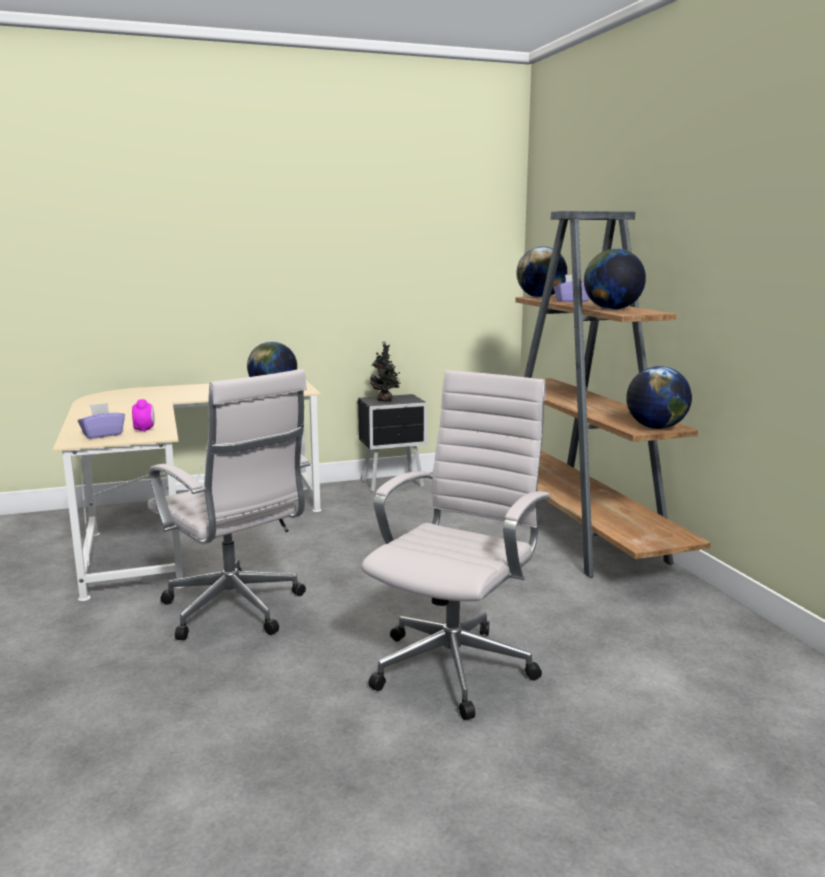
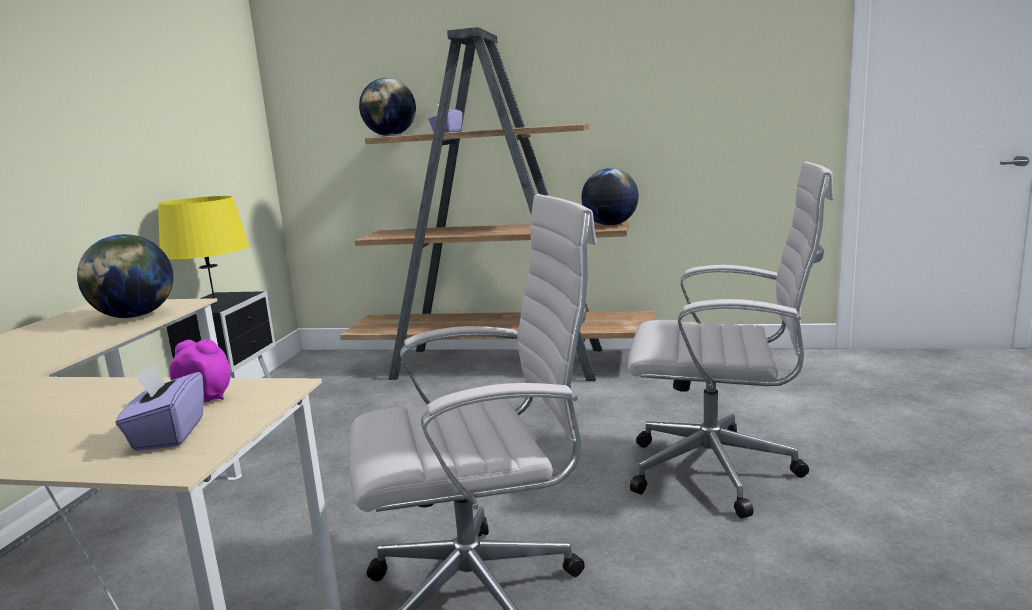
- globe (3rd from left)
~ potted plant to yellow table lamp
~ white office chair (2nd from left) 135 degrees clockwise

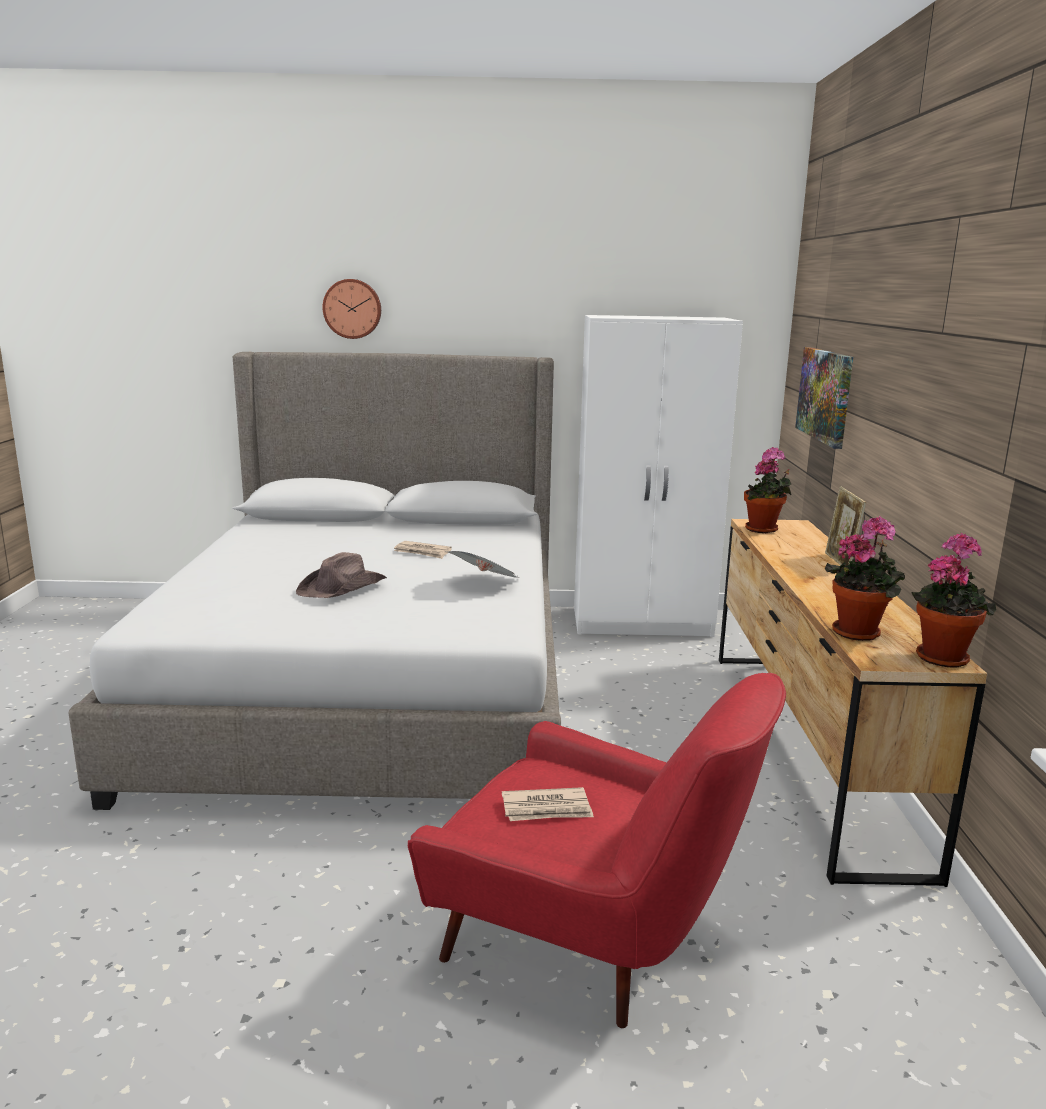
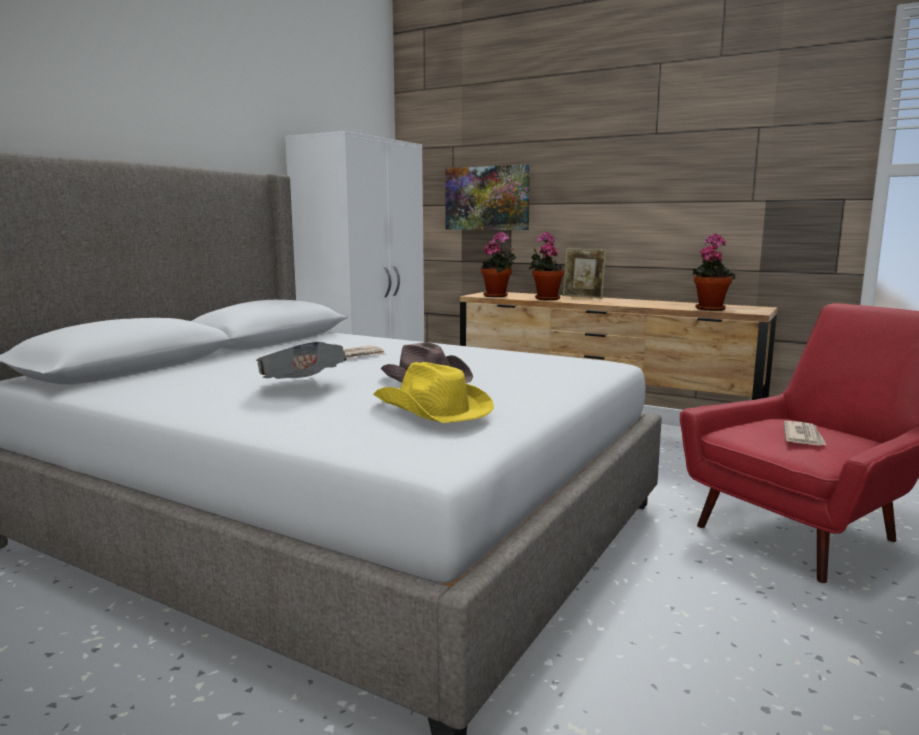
- wall clock
+ yellow hat
~ newspaper (2nd from left in the first image) to newspaper (1st from left)
~ potted plant (3rd from left in the first image) to potted plant (2nd from left)

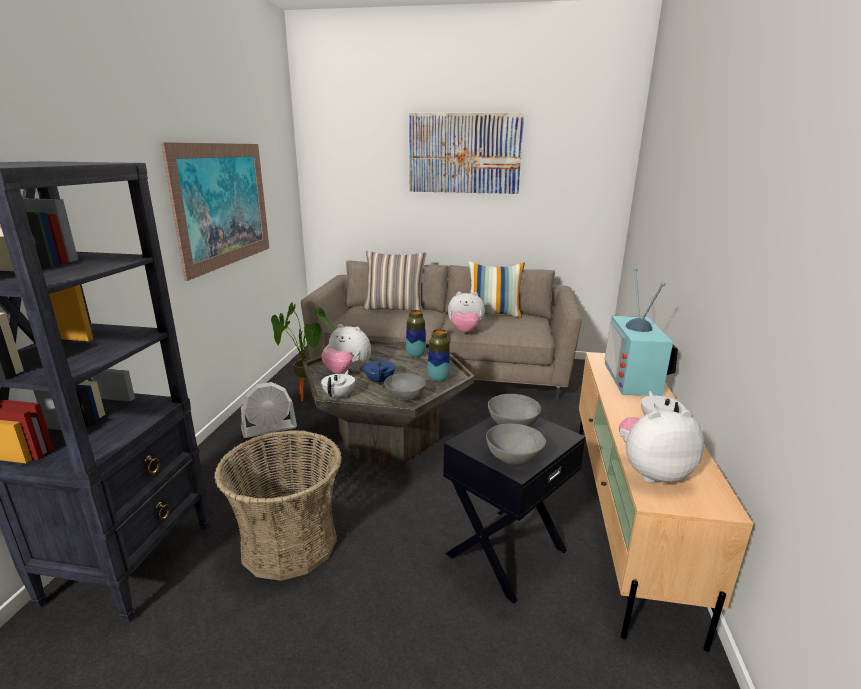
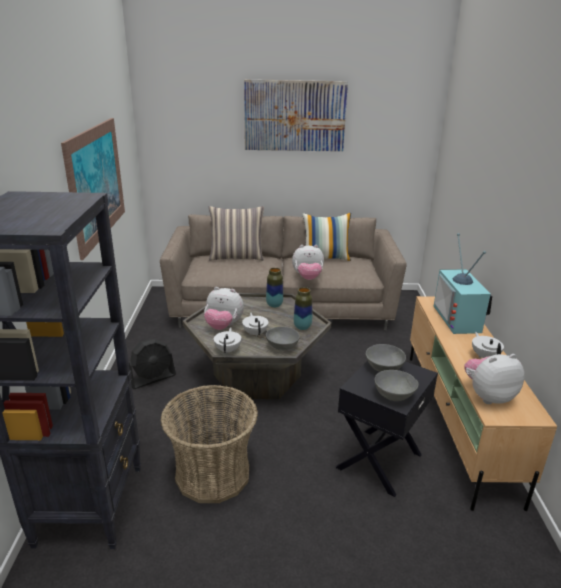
- potted plant
~ white fan to black fan
~ blue teapot to white teapot (2nd from left)

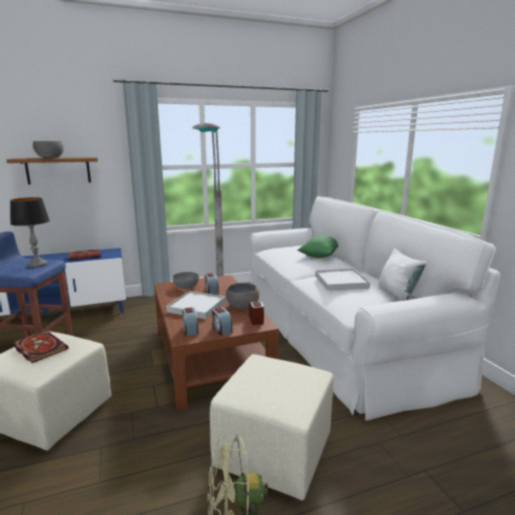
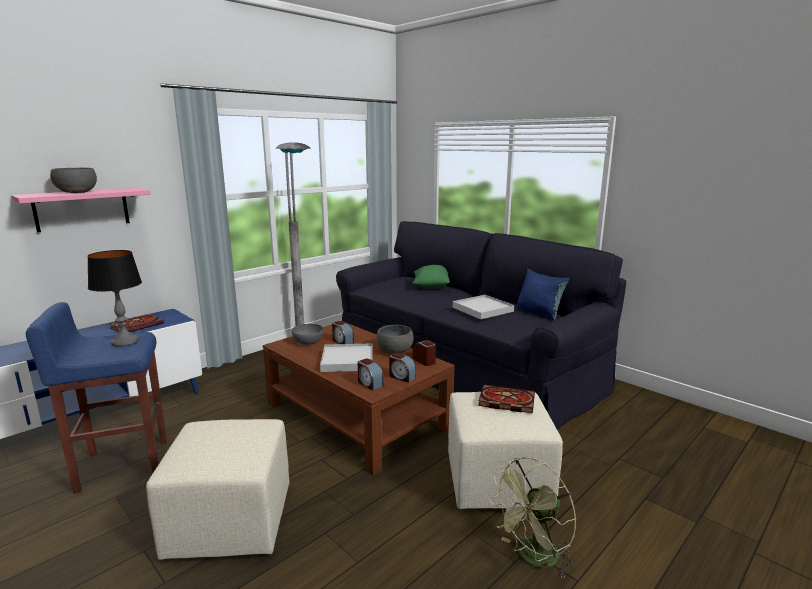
~ book (1st from left in the first image) to book (2nd from left)
~ brown shelf to pink shelf
~ white sofa to black sofa
~ white pillow to blue pillow

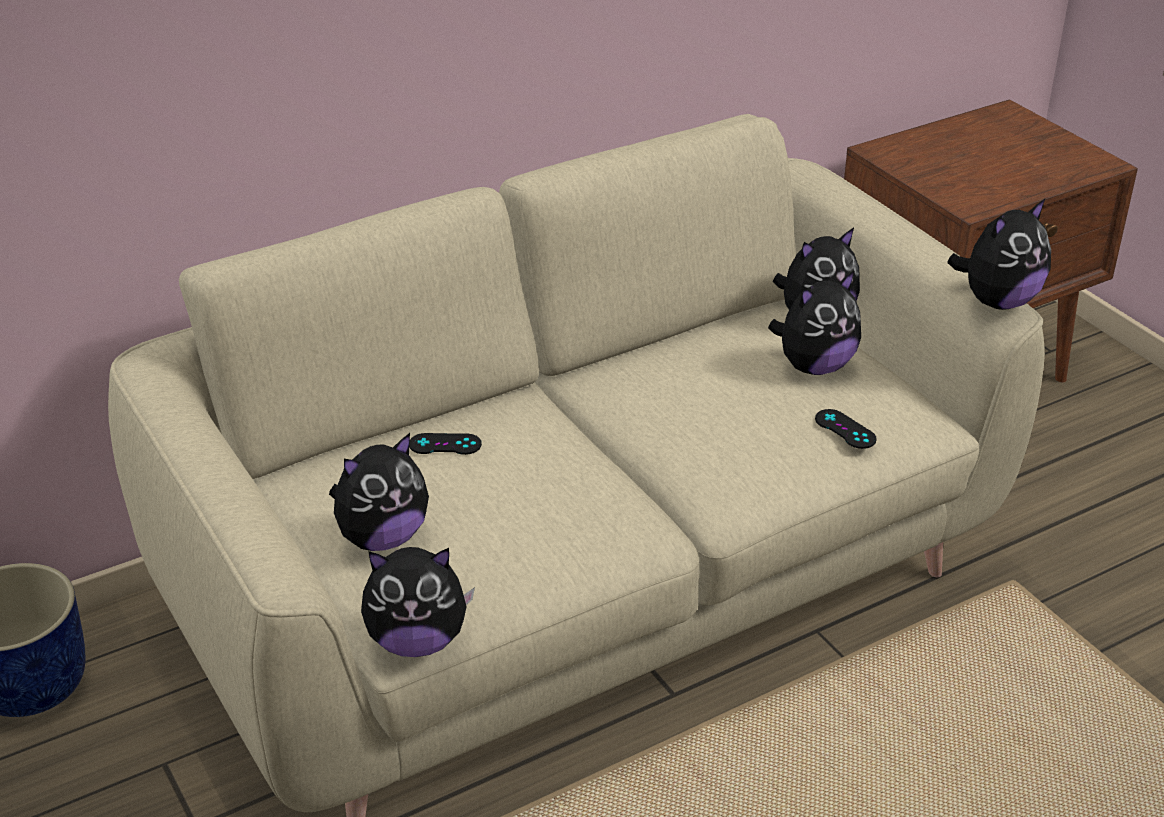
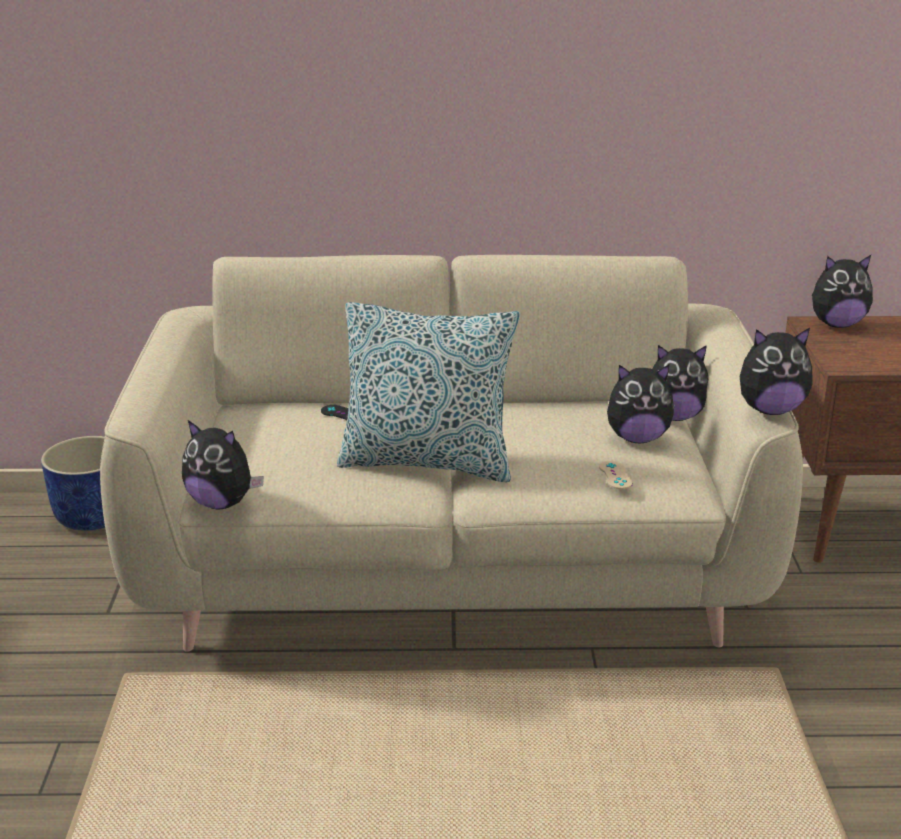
+ pillow
~ plush toy (1st from left in the first image) to plush toy (5th from left)
~ black game controller (2nd from left) to beige game controller

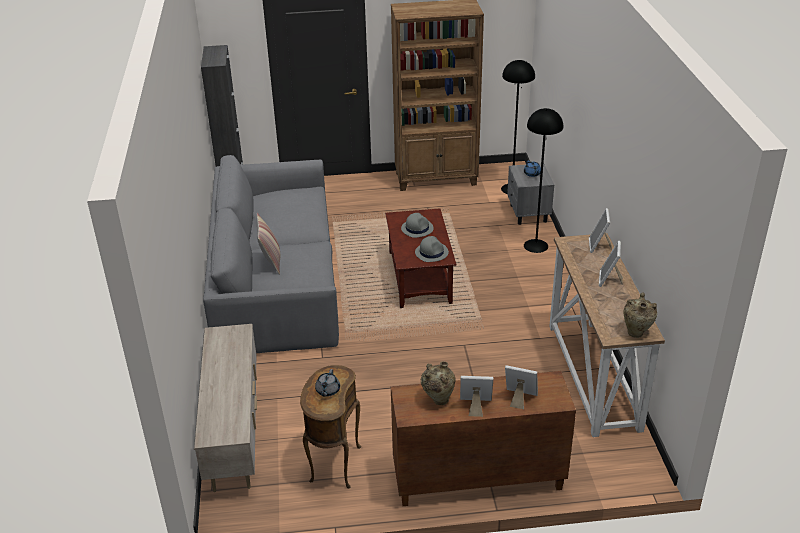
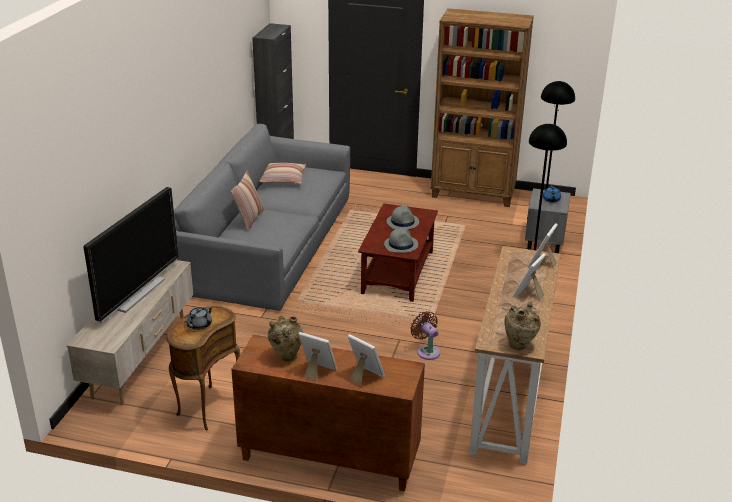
+ television
+ pillow (2nd from left)
+ brown fan

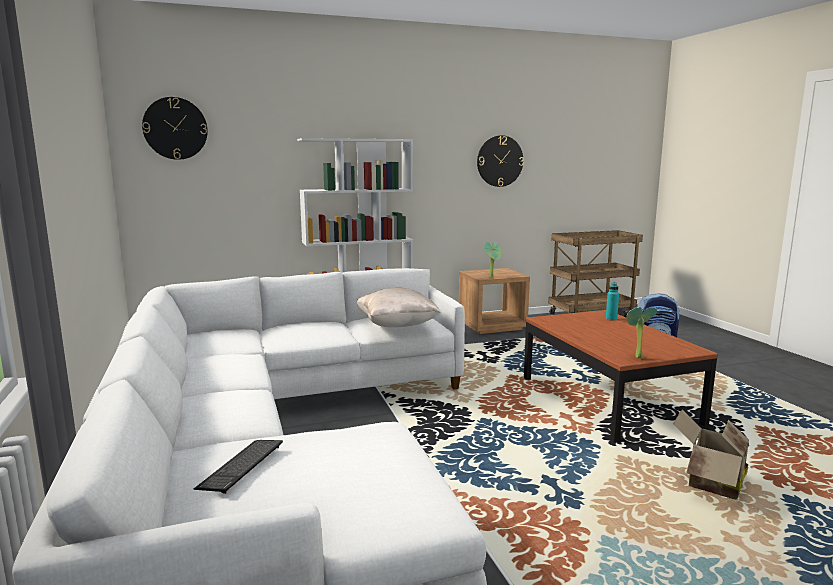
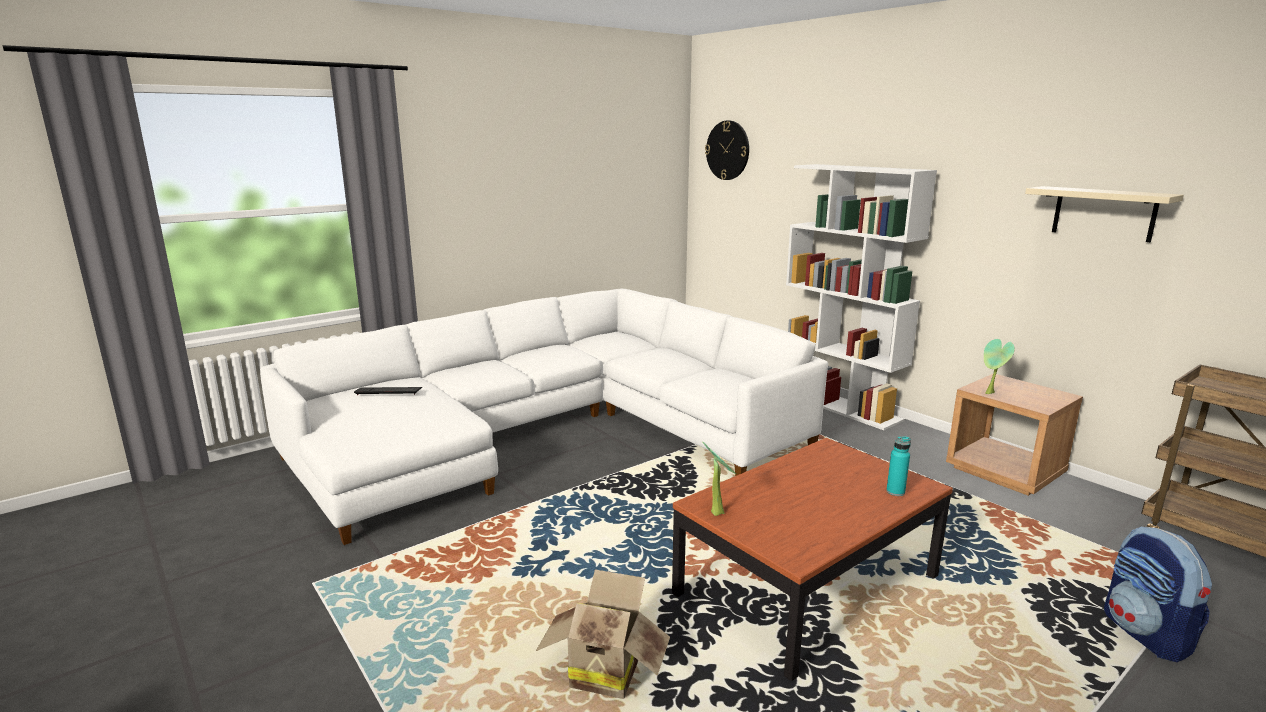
- beige pillow
~ wall clock (2nd from left) to beige shelf

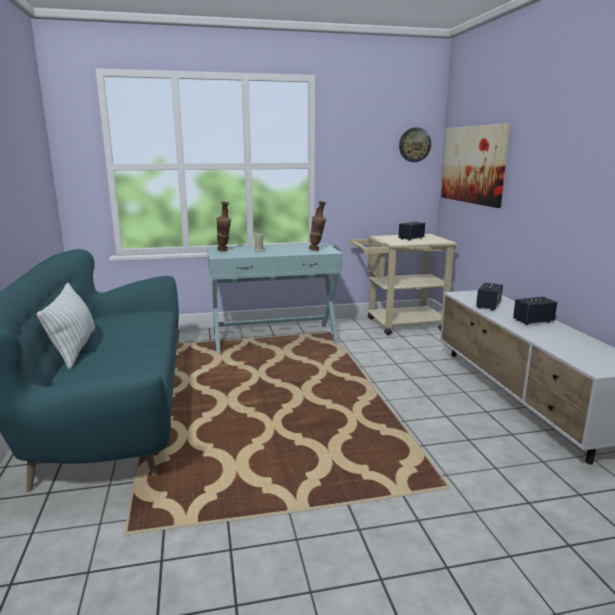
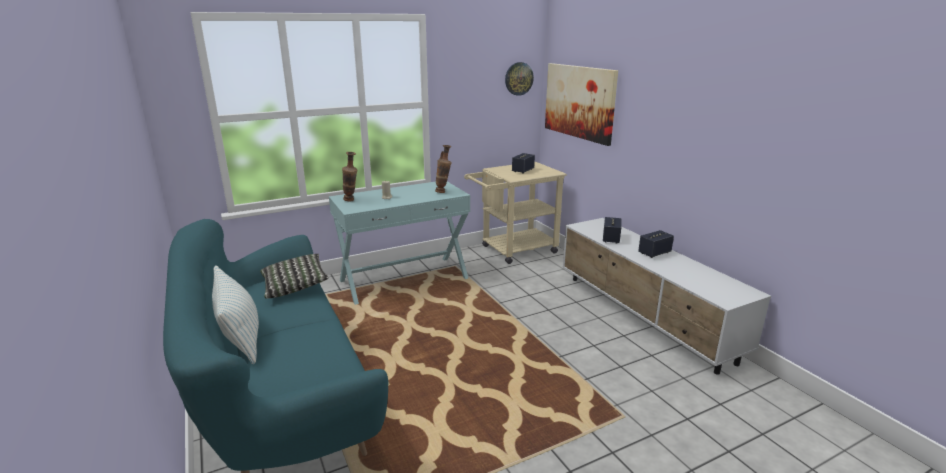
+ pillow (2nd from left)

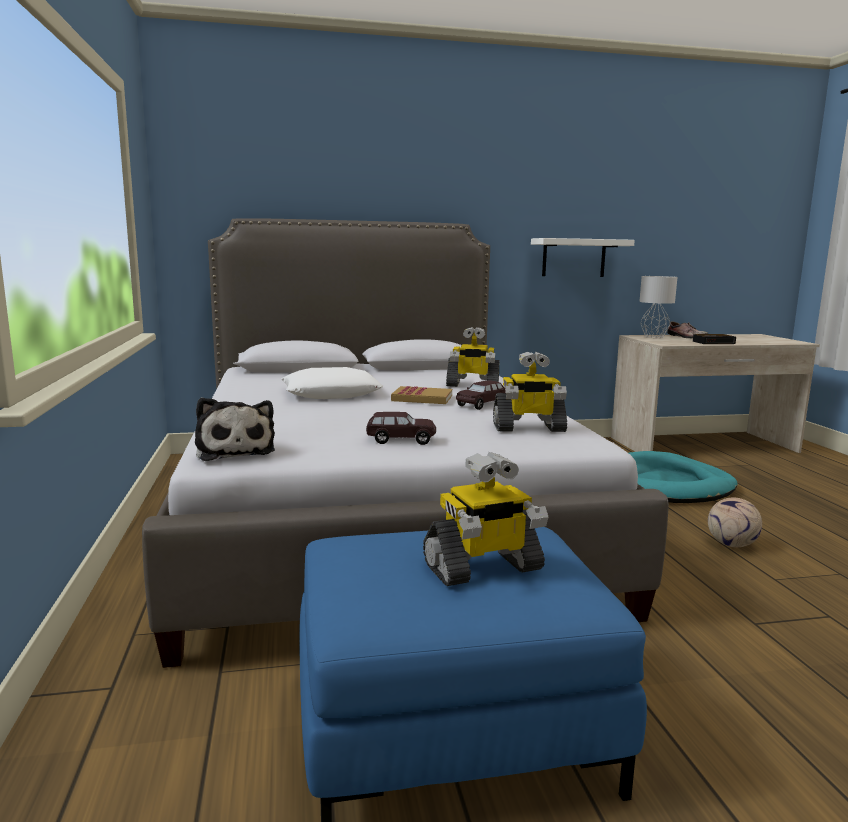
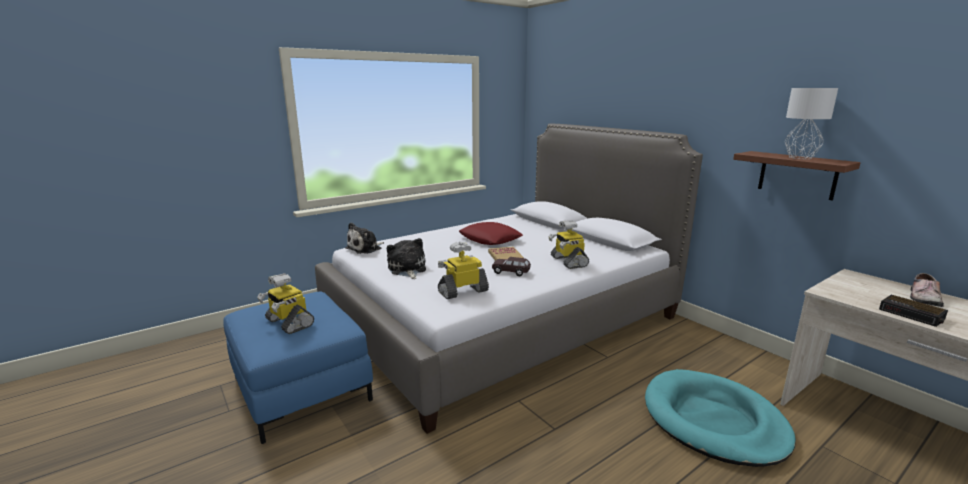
- football
~ grey table lamp
~ brown toy car (1st from left) to plush toy (2nd from left)
~ white pillow to red pillow
~ white shelf to brown shelf
~ toy robot (3rd from left in the first image) 90 degrees clockwise

